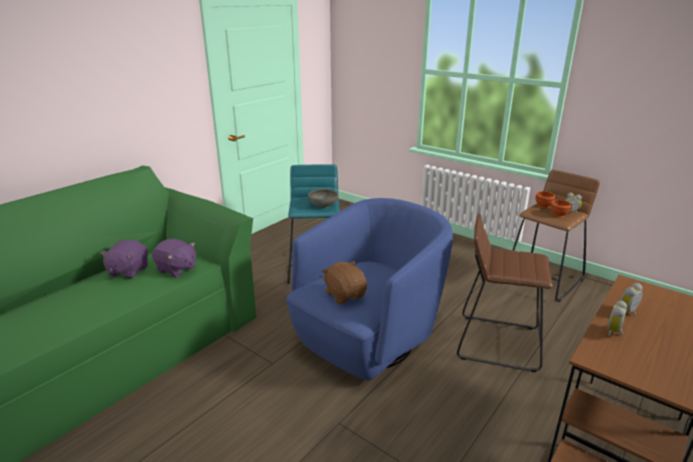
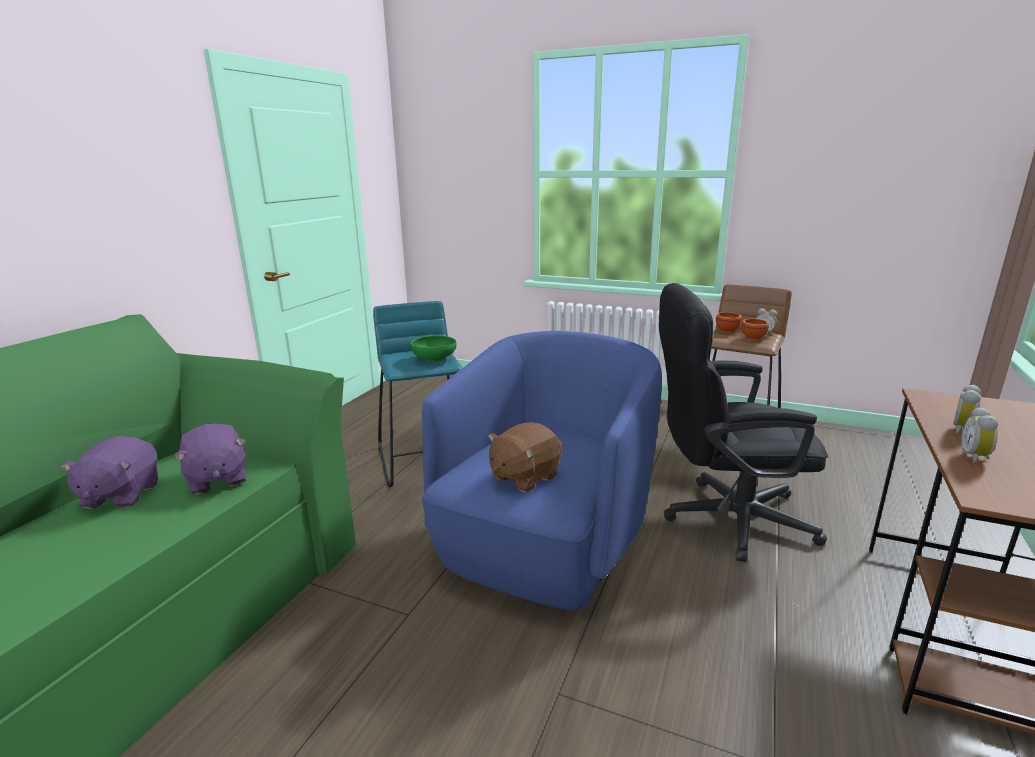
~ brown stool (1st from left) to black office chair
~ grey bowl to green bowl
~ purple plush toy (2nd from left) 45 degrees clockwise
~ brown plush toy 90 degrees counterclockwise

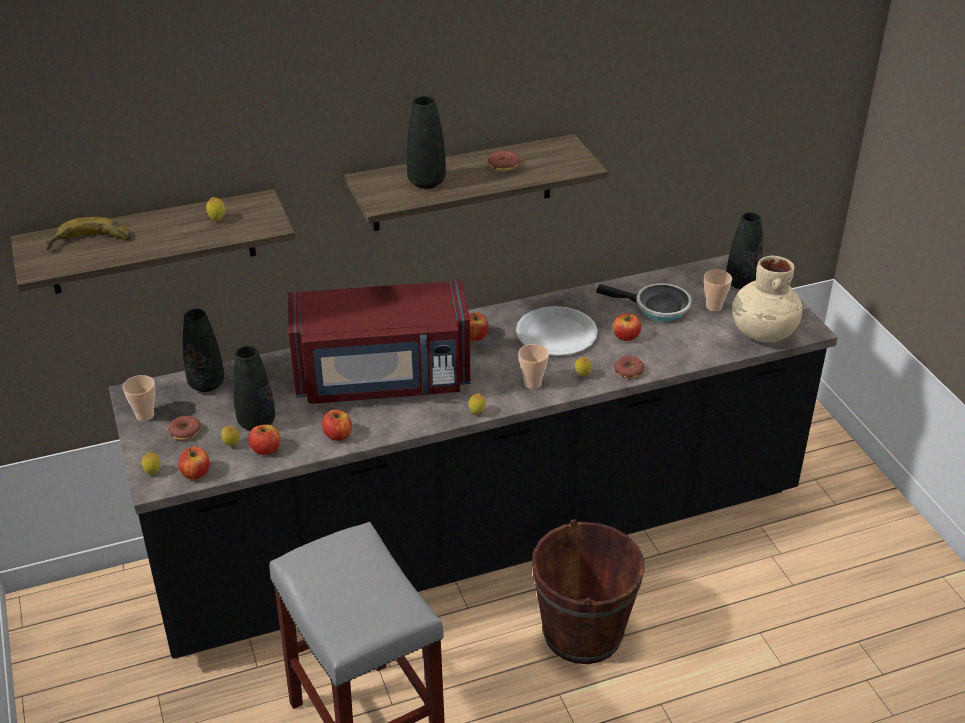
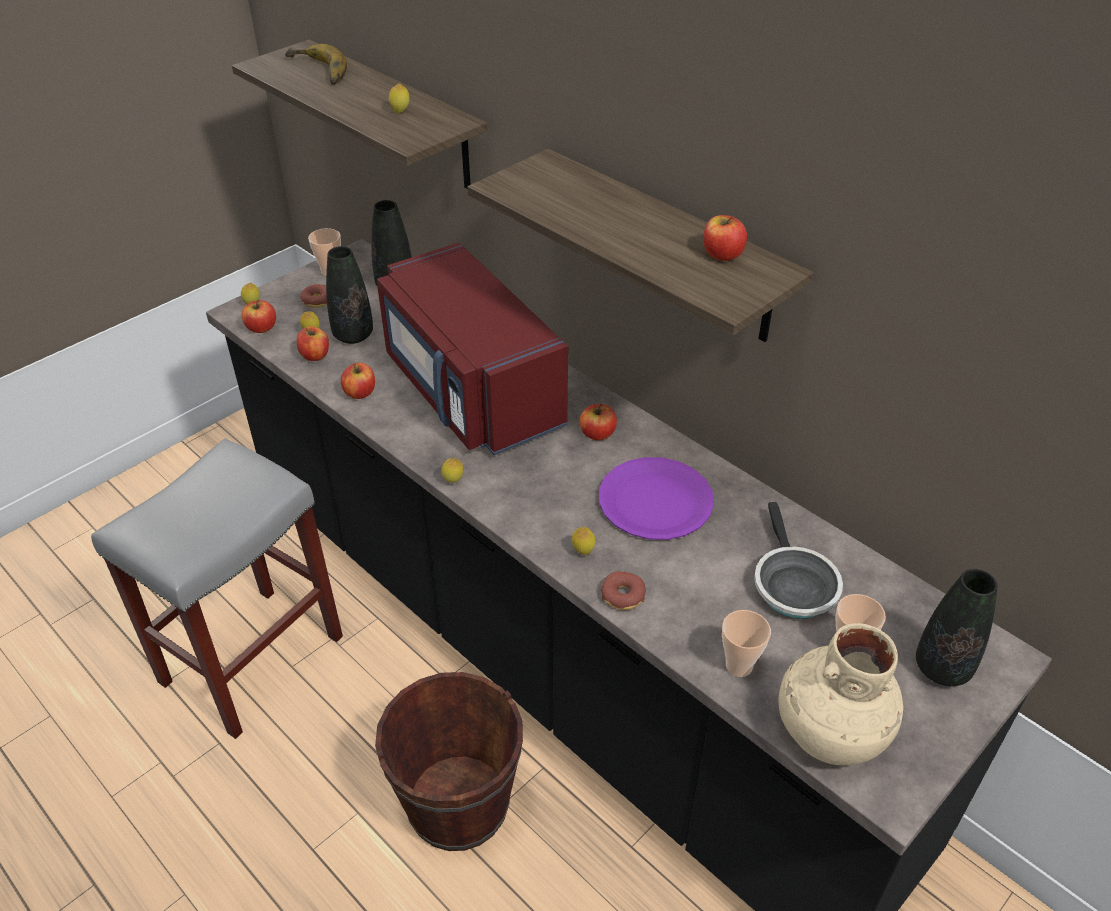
- black vase (3rd from left)
- donut (2nd from left)
~ cup (2nd from left)
~ apple (5th from left)
~ white plate to purple plate

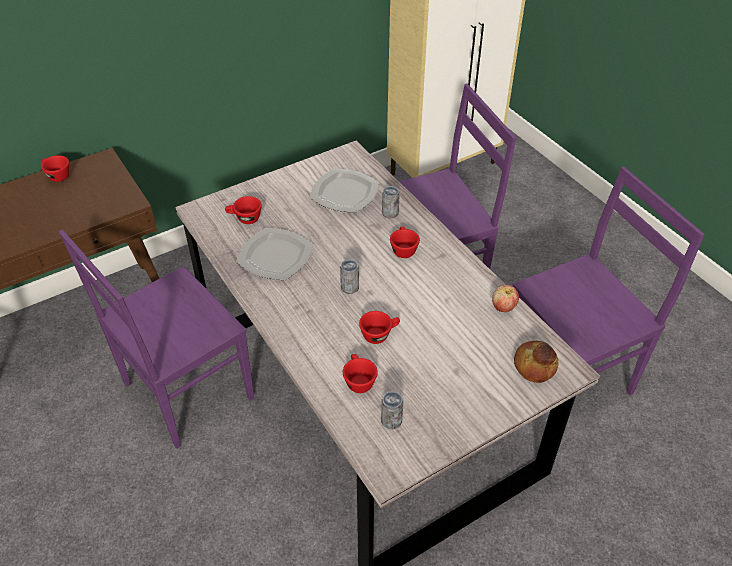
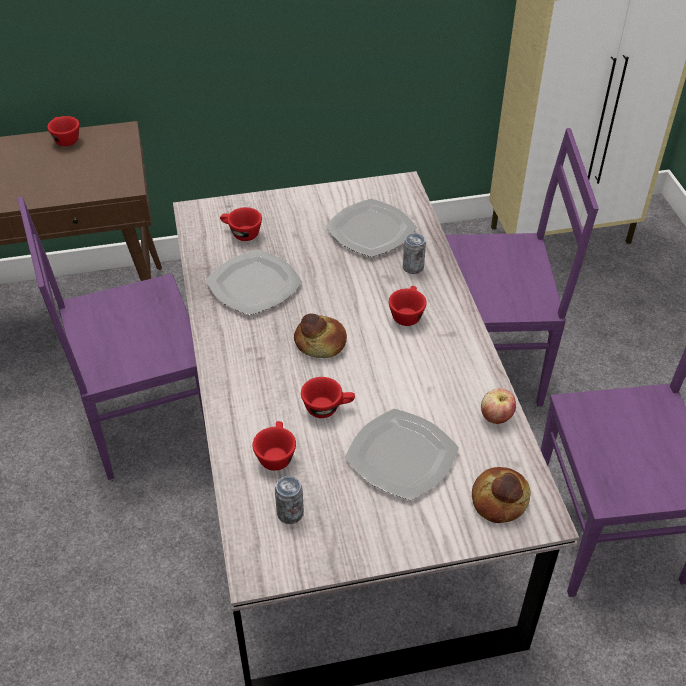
+ plate (3rd from left)
~ can (1st from left) to bread (1st from left)

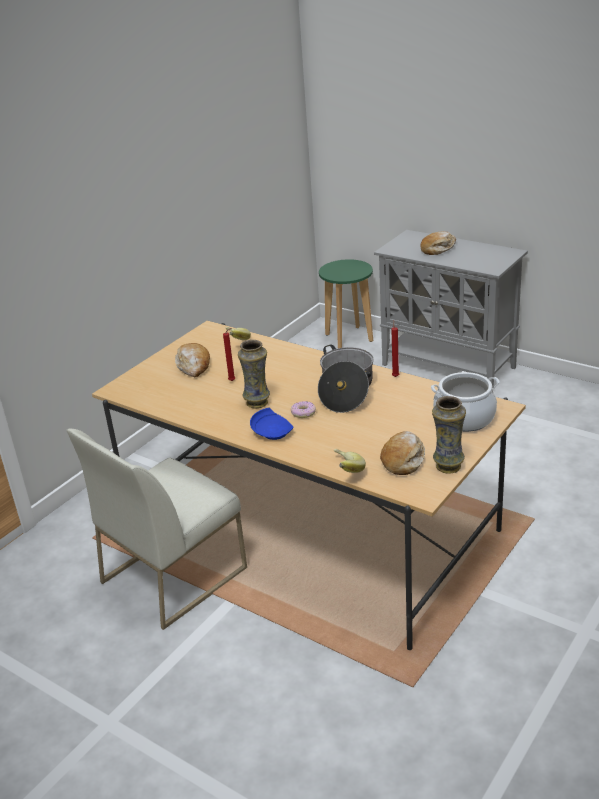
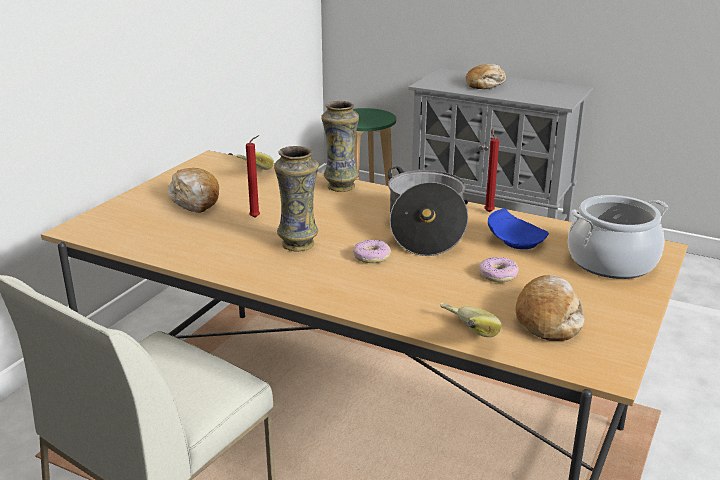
+ donut (2nd from left)
~ blue plate
~ vase (2nd from left)

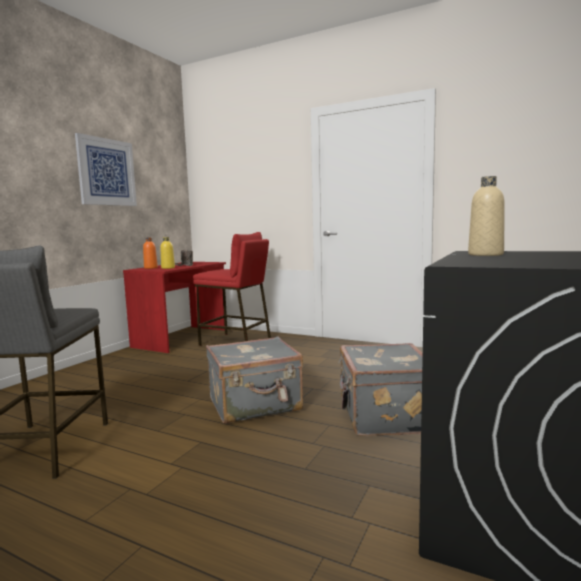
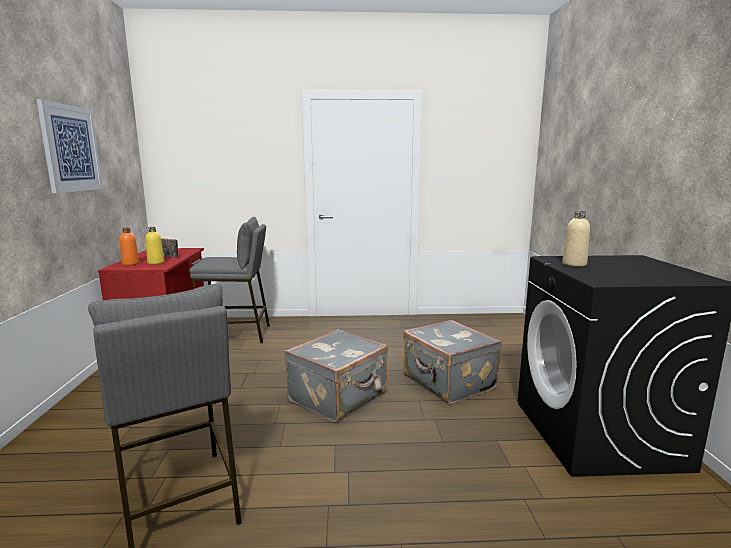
~ red stool to grey stool (2nd from left)

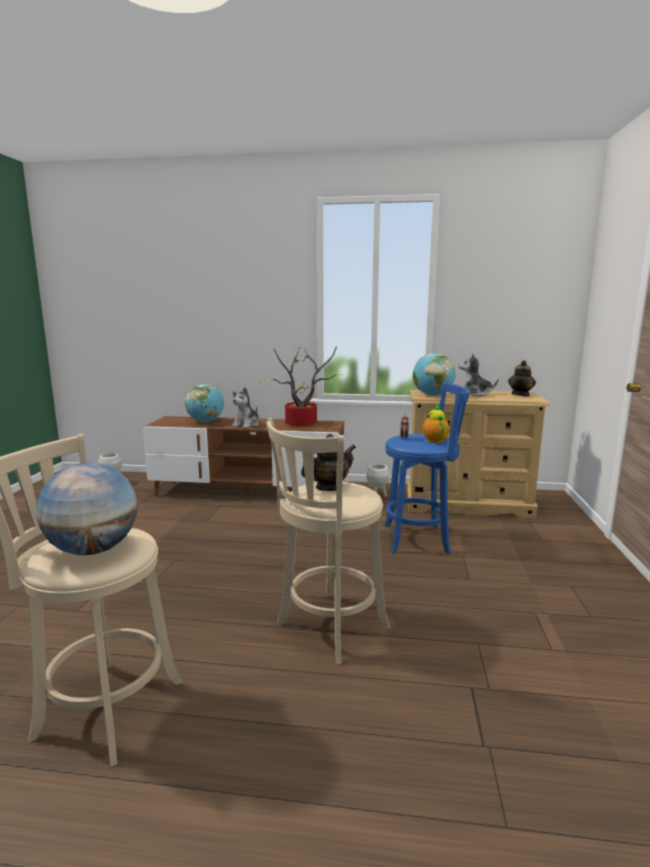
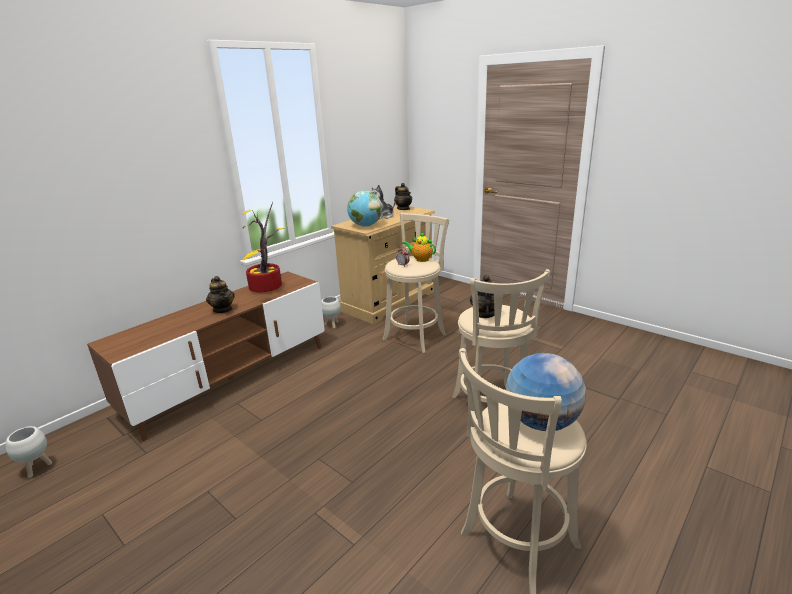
- globe (2nd from left)
~ plush toy (1st from left) to teapot (1st from left)
~ blue stool to beige stool (1st from left)

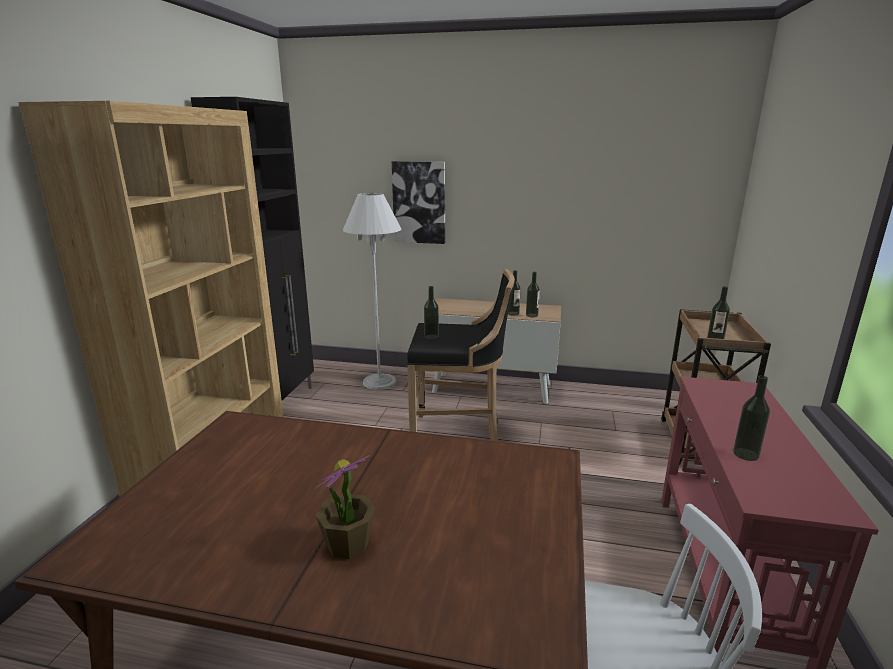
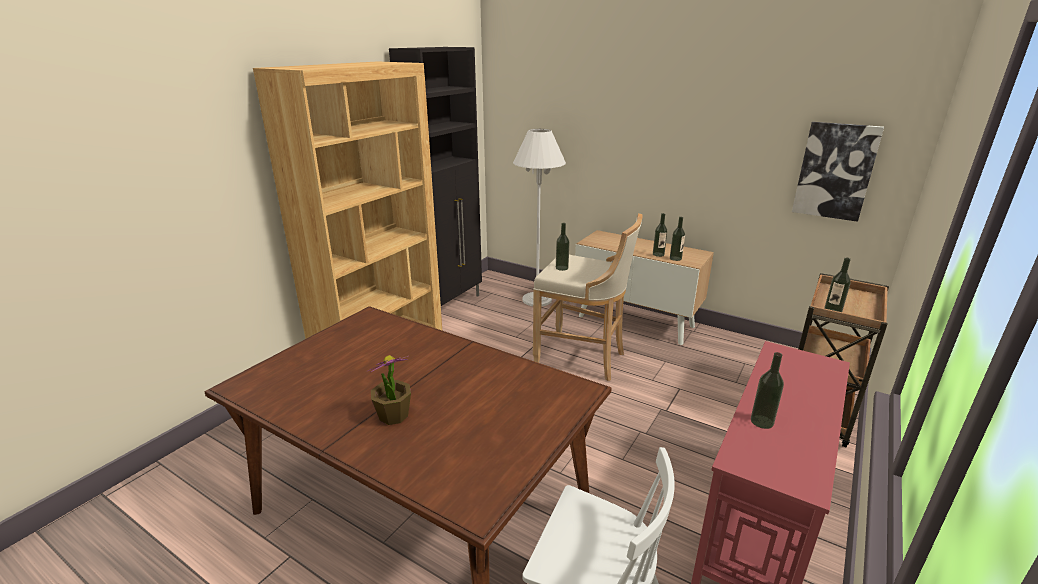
~ picture
~ black stool to beige stool

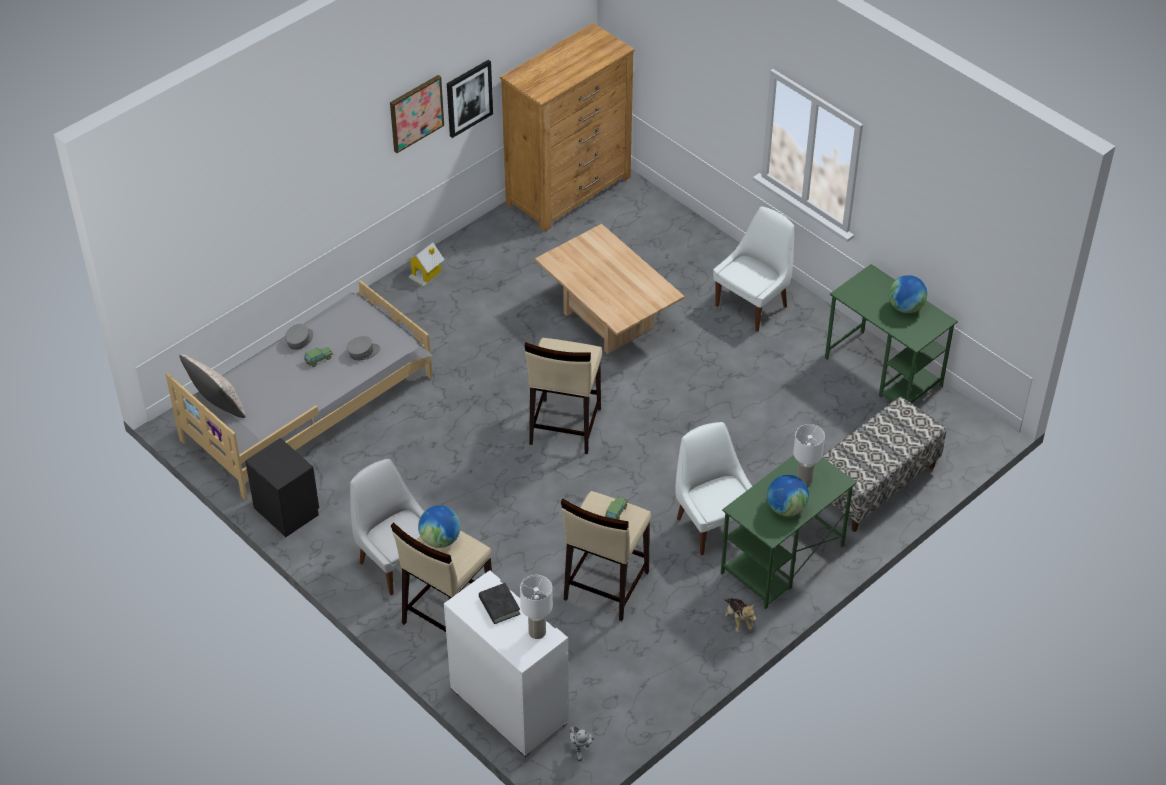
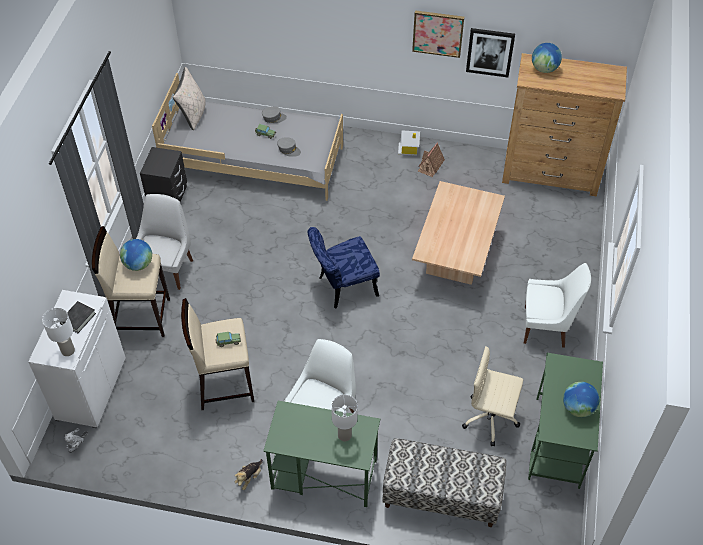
+ toy house (2nd from left)
+ beige office chair
~ globe (2nd from left)
~ beige stool (2nd from left) to blue chair

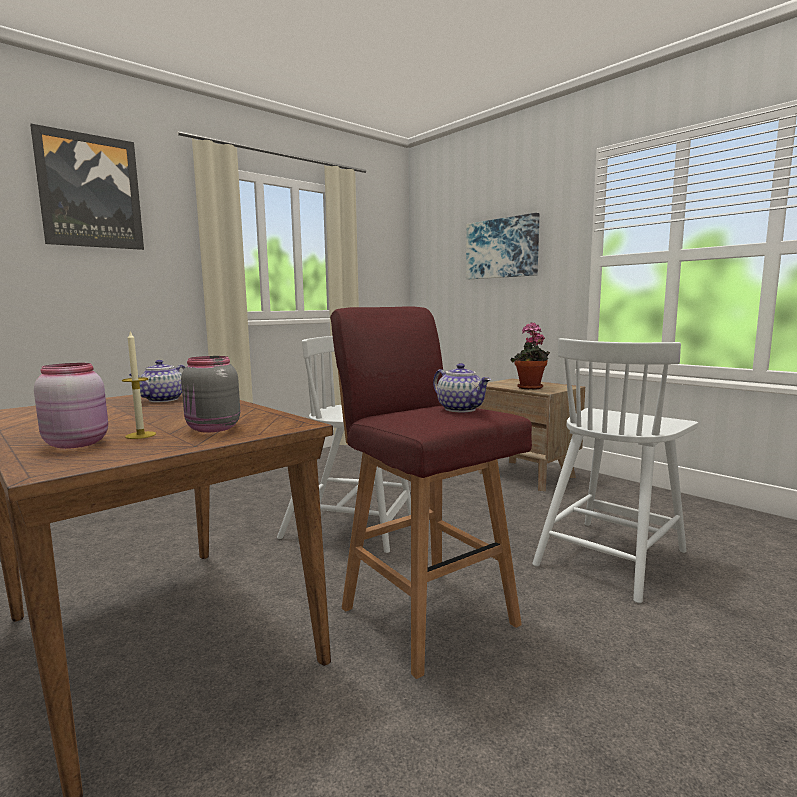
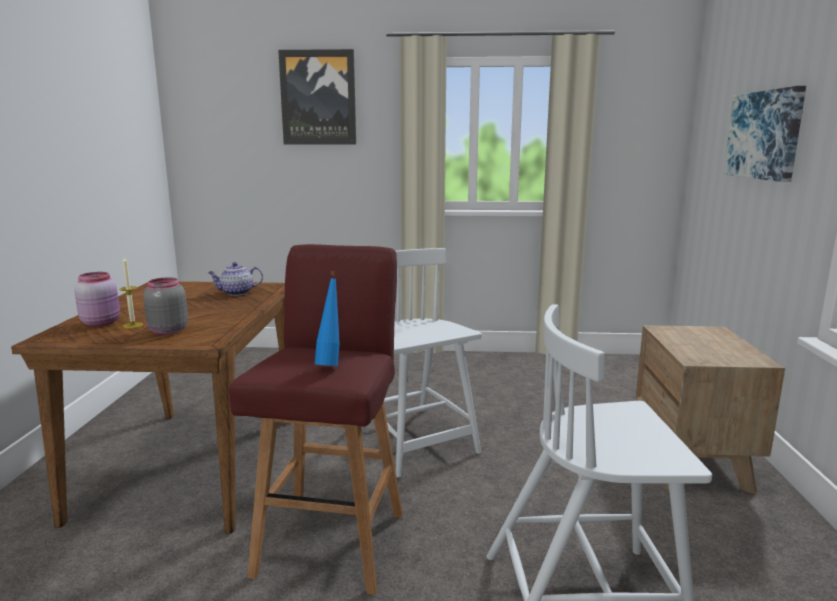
- potted plant
~ teapot (2nd from left) to blue bottle

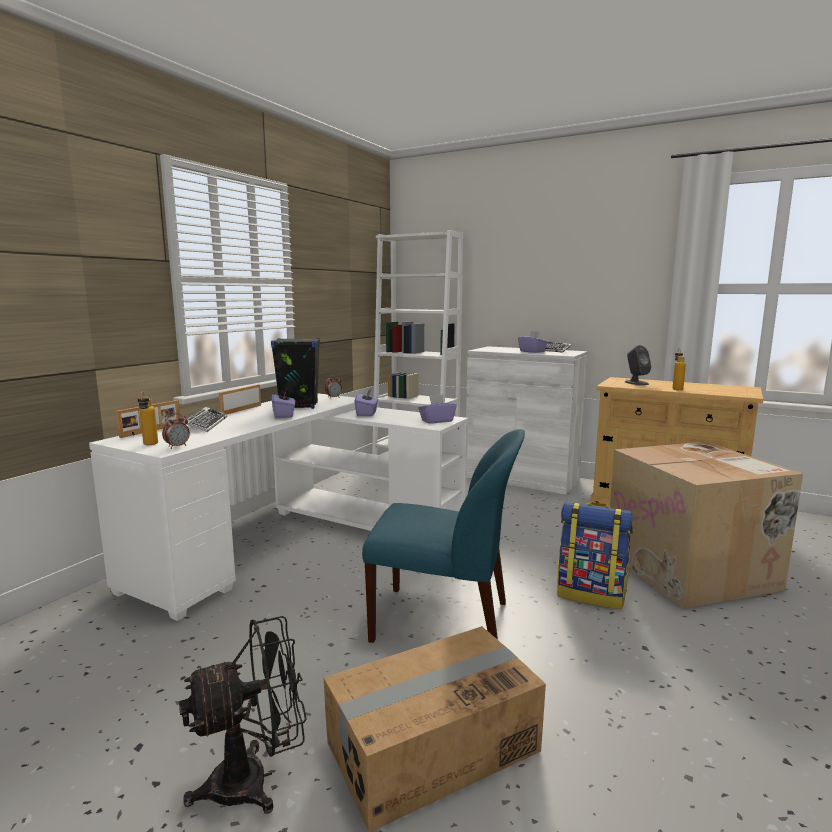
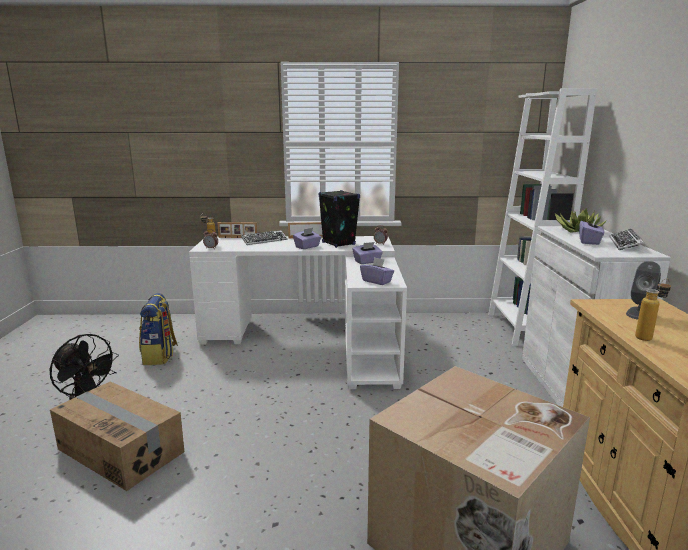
- blue chair
+ potted plant
~ backpack

